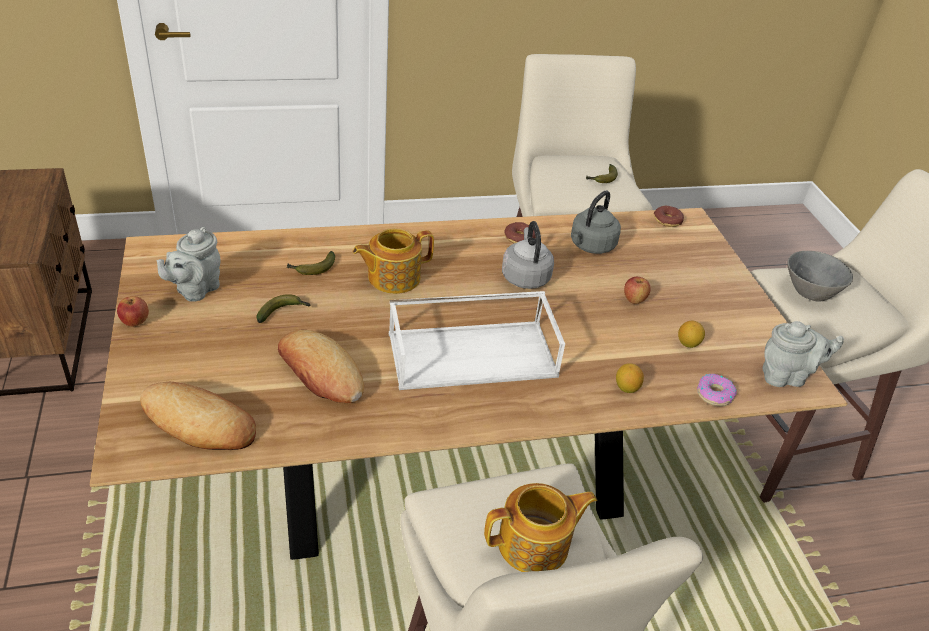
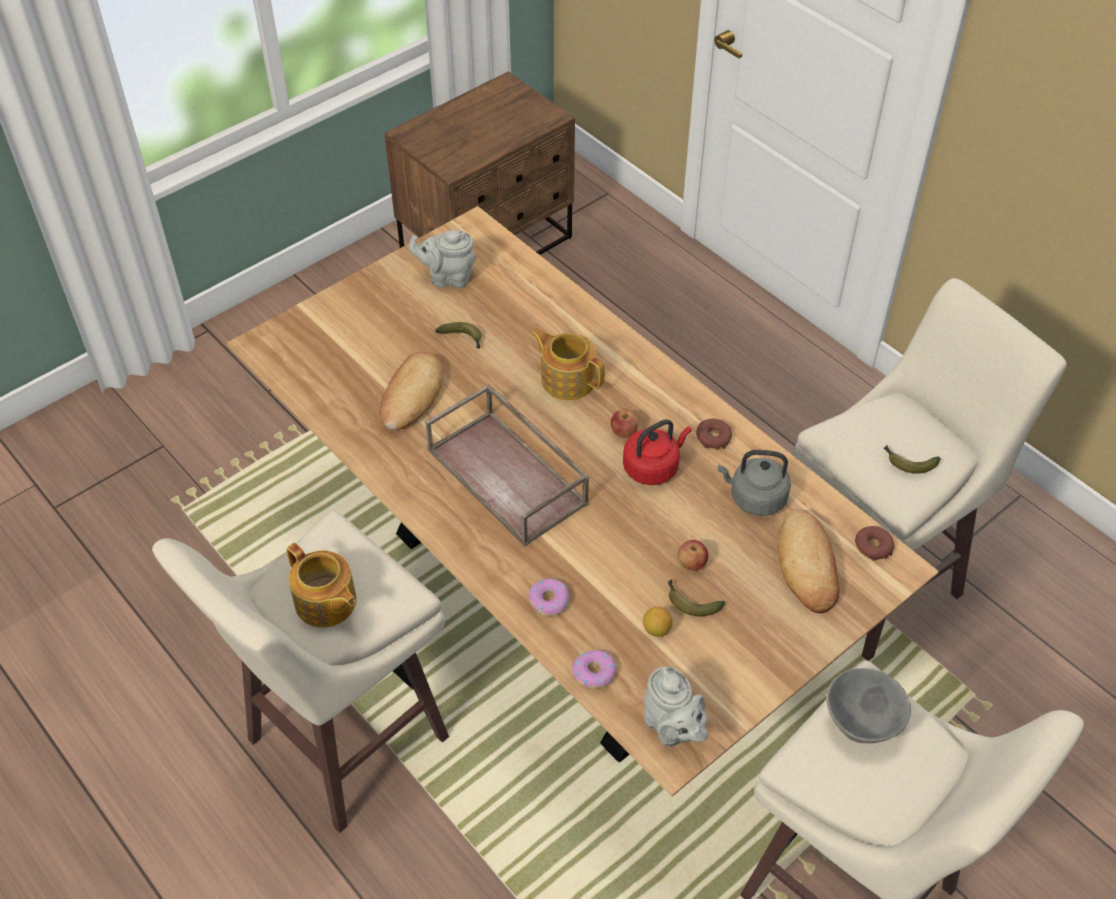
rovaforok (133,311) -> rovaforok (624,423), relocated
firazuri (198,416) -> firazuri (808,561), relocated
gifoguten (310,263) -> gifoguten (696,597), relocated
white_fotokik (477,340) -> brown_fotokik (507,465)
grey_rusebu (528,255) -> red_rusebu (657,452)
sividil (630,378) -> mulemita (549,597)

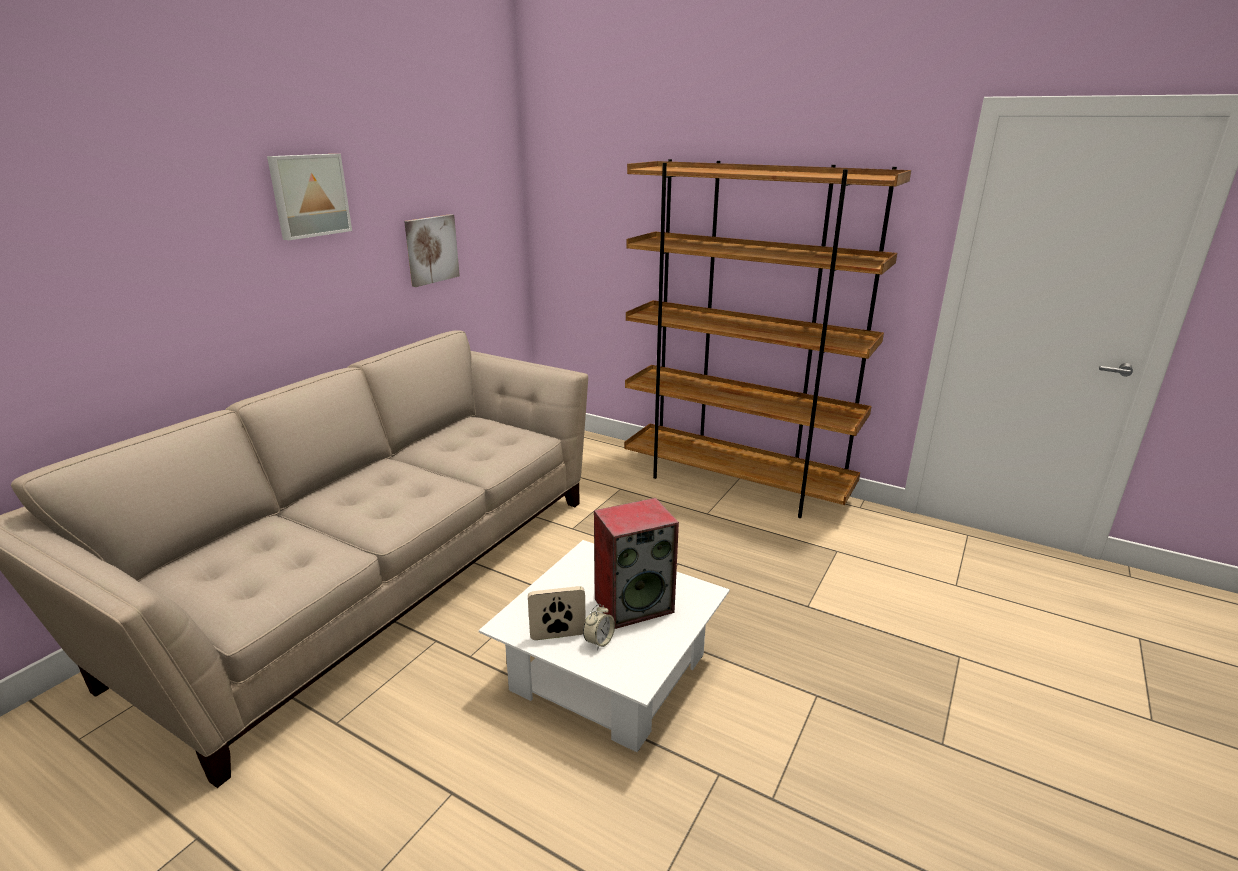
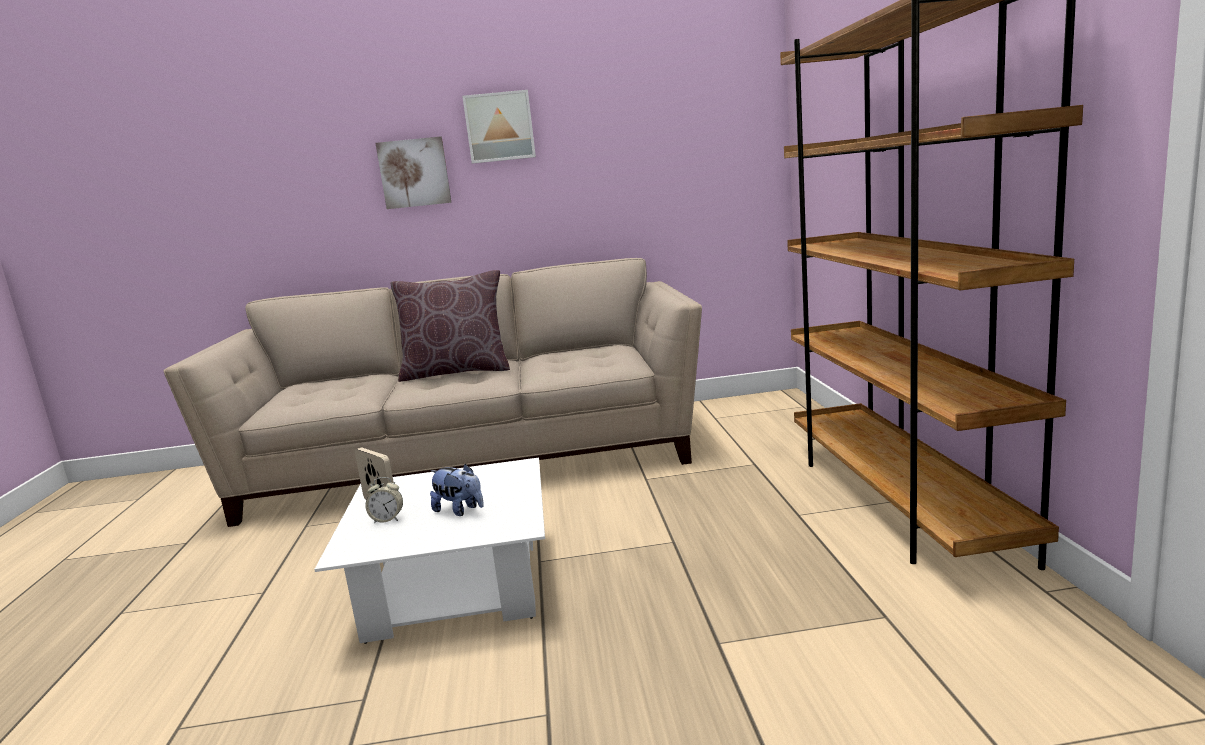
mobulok (432,250) -> mobulok (414,172), relocated
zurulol (636,563) -> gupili (457,490)
none -> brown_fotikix (450,326)

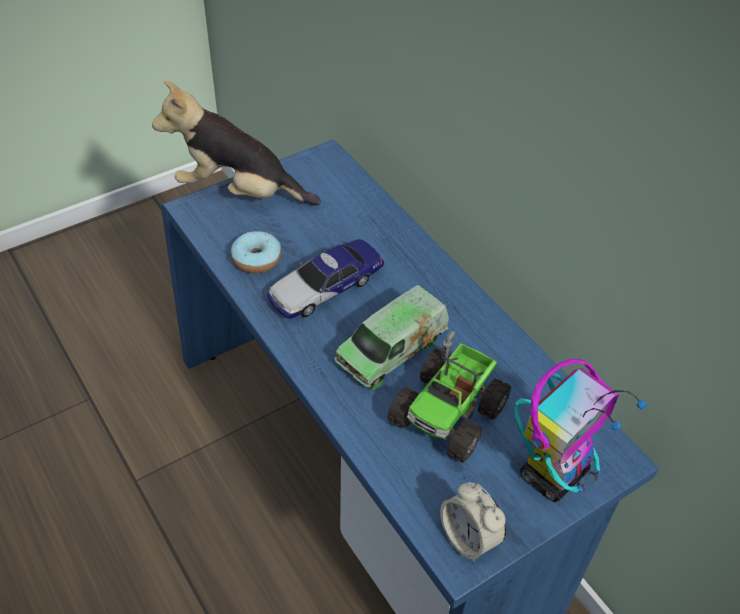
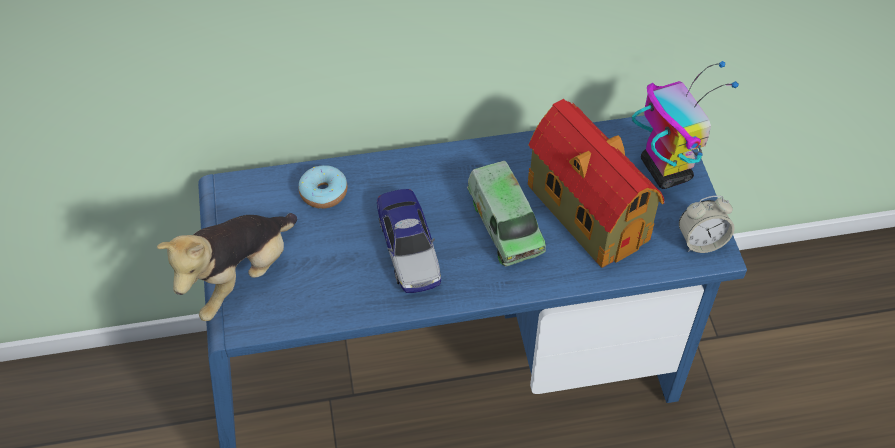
mulemita (256,252) -> mulemita (323,187), relocated
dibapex (449,397) -> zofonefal (596,183)

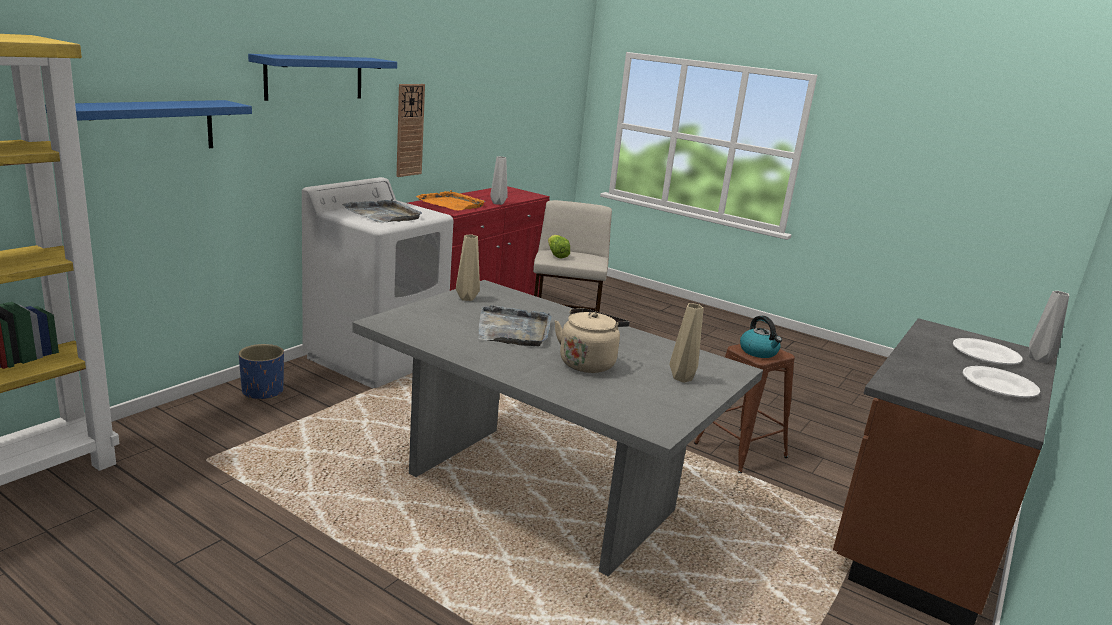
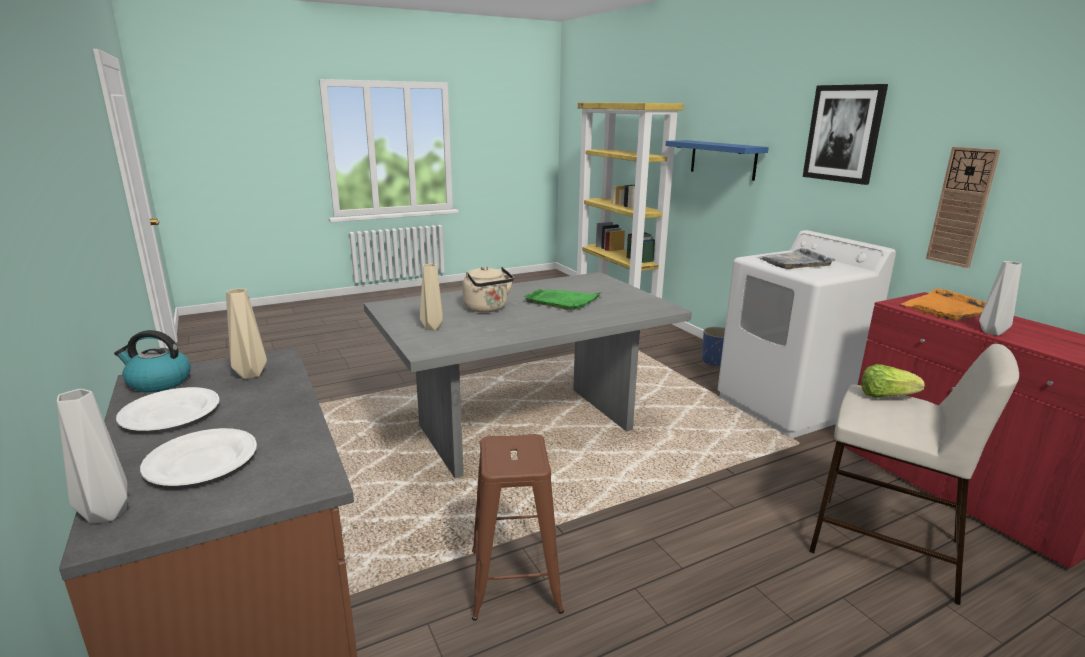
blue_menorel (322,77) -> mobulok (845,134)
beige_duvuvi (468,267) -> beige_duvuvi (246,333), relocated
grey_fotokik (515,325) -> green_fotokik (563,300)
rusebu (761,337) -> rusebu (152,361), relocated

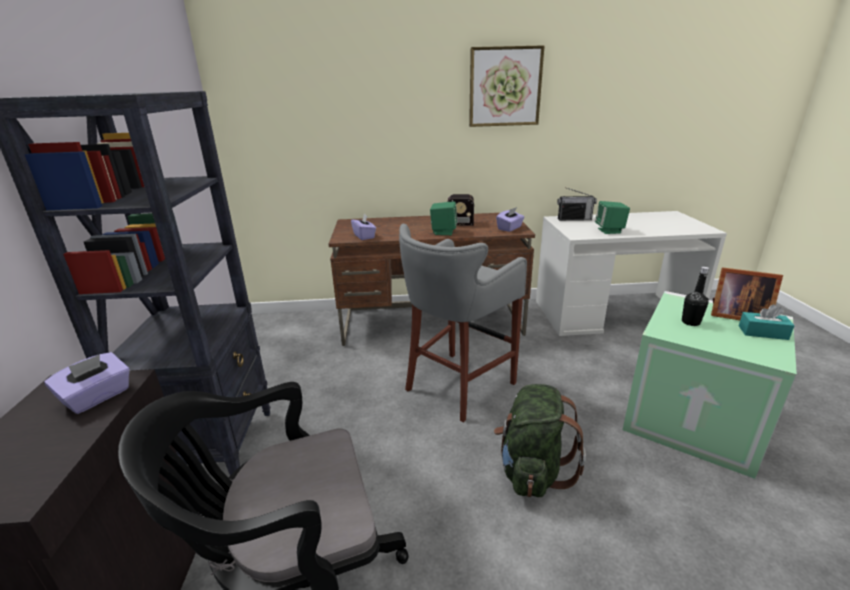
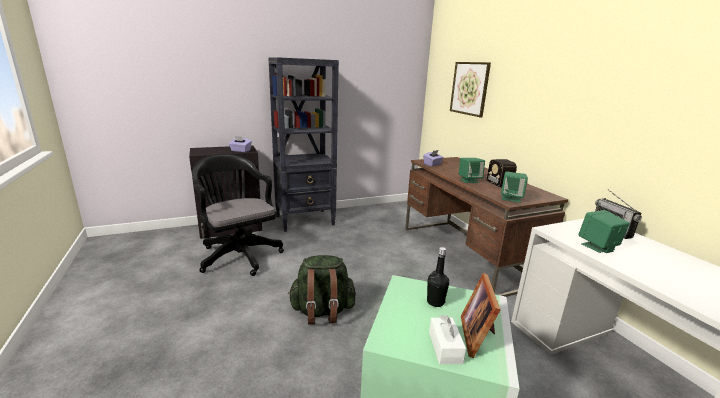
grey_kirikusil (463,323) -> none
mobulok (507,86) -> mobulok (470,89), relocated
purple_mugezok (510,219) -> green_zurulol (514,187)
turquoise_mugezok (767,322) -> white_mugezok (447,339)

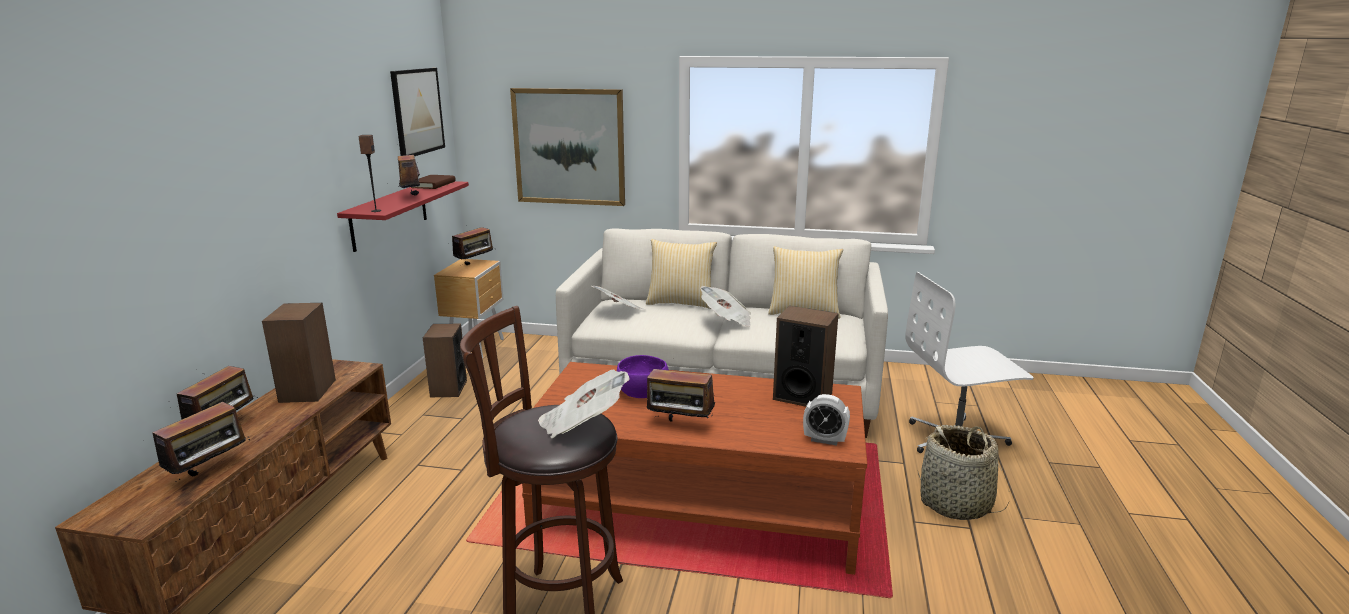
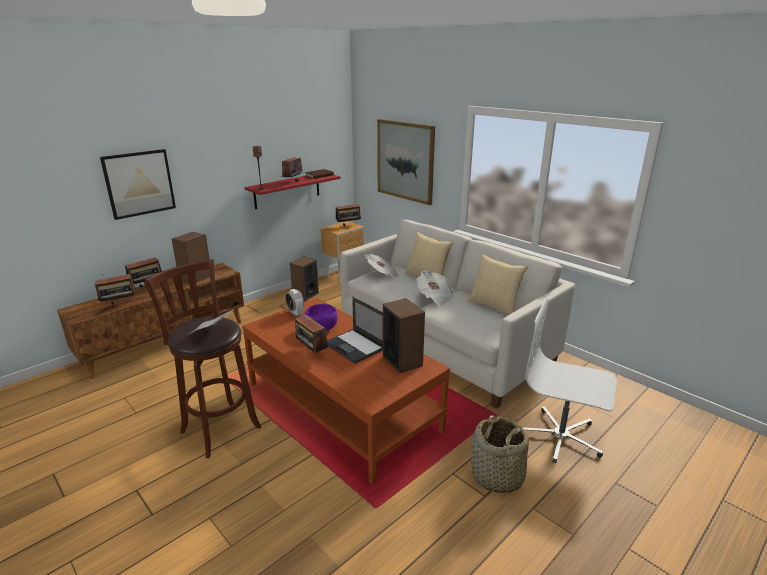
mobulok (417,112) -> mobulok (138,184), relocated
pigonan (826,420) -> pigonan (294,303), relocated
none -> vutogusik (355,330)

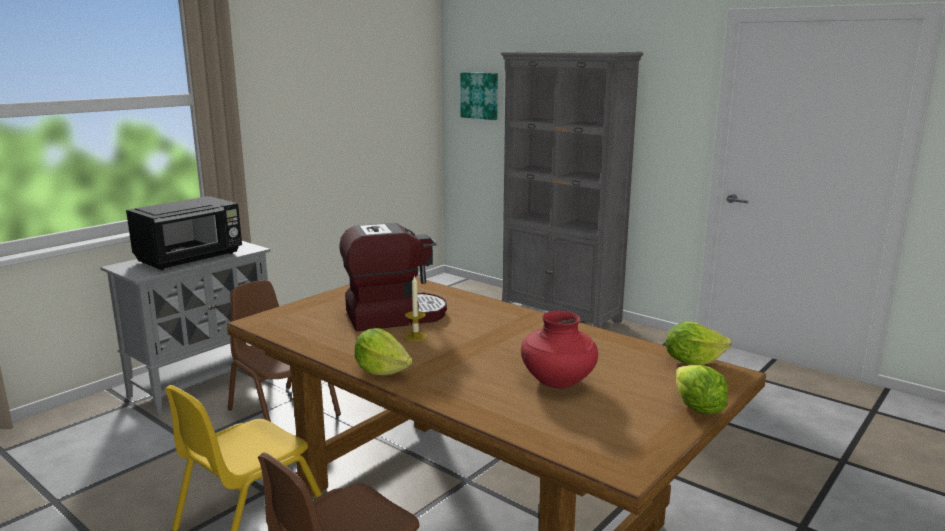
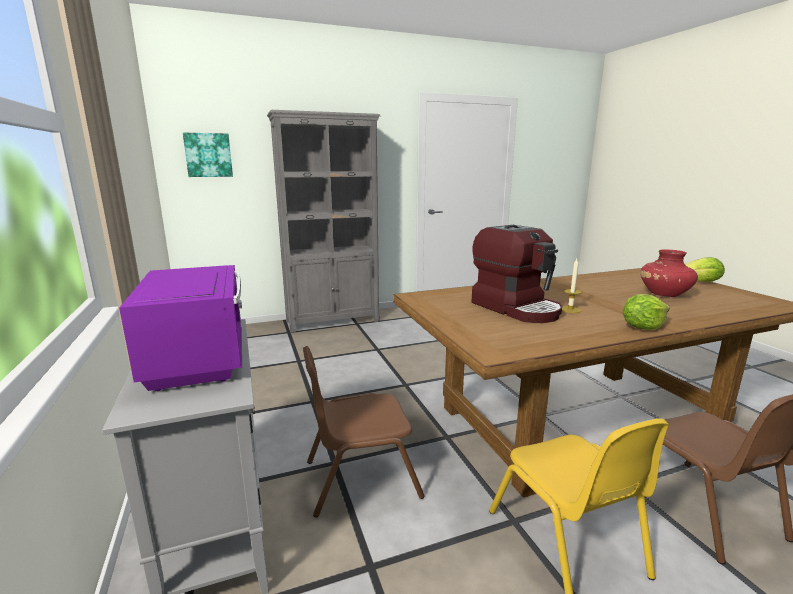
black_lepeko (184,233) -> purple_lepeko (180,328)
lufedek (393,277) -> lufedek (516,274), 135 degrees clockwise
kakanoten (698,343) -> none

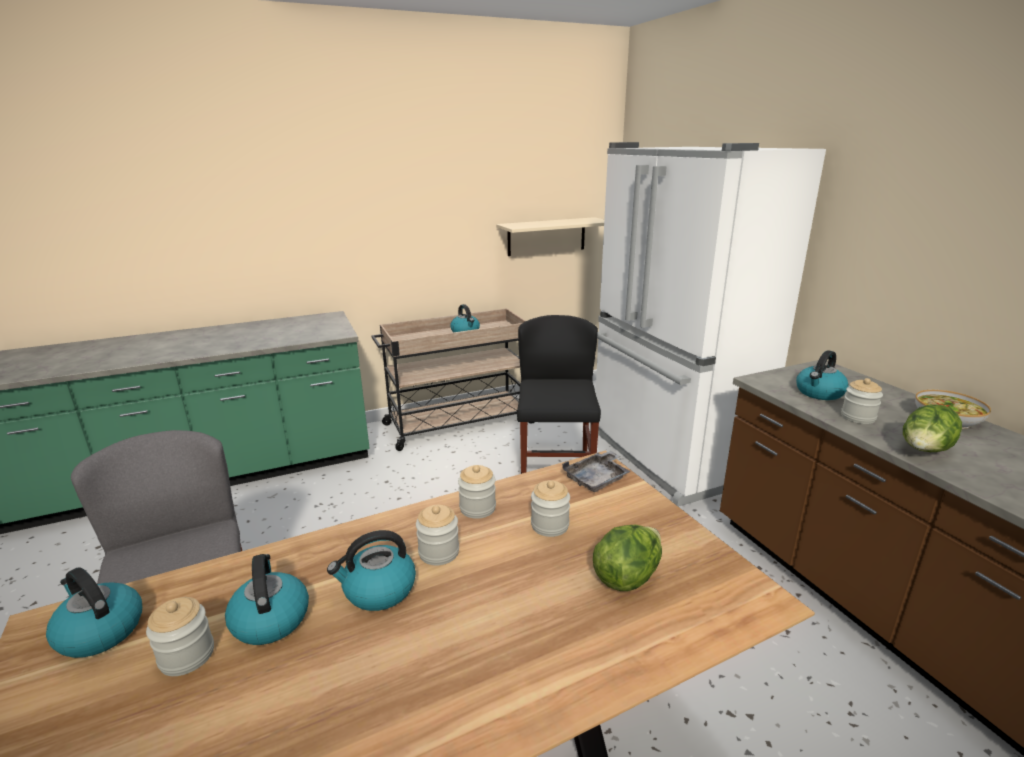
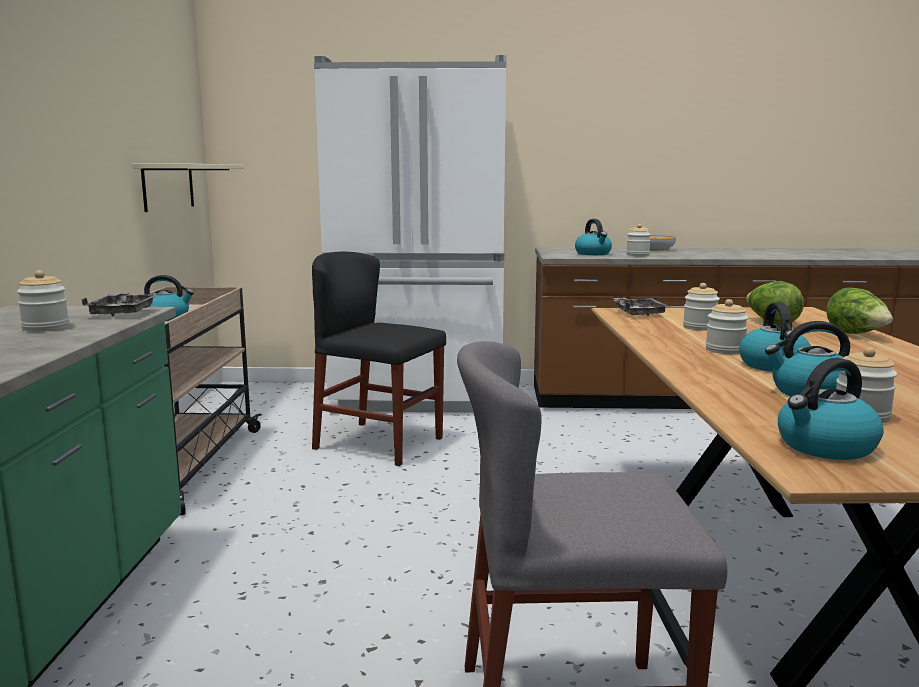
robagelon (477,492) -> robagelon (43,301), relocated
kakanoten (932,428) -> kakanoten (859,311), relocated
none -> grey_fotokik (120,304)

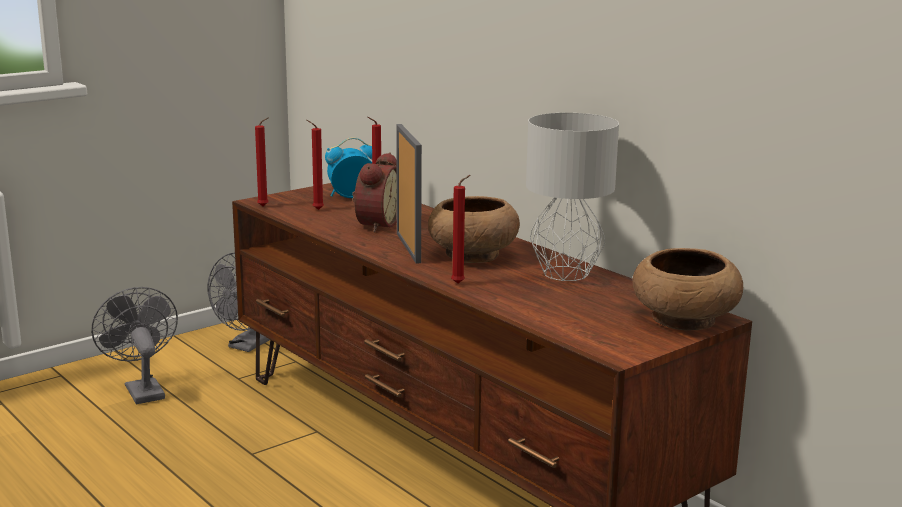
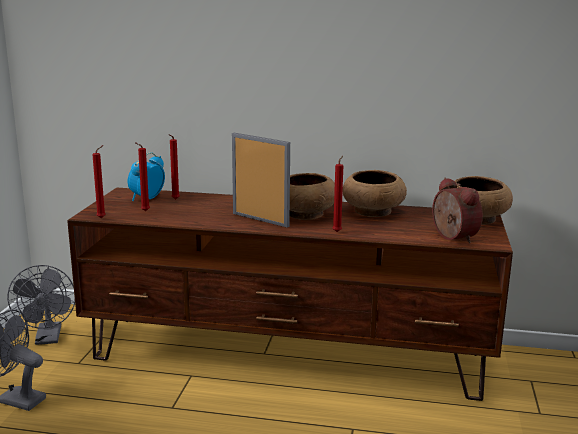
pigonan (374,192) -> pigonan (457,210), relocated
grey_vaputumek (572,197) -> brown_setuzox (375,193)

